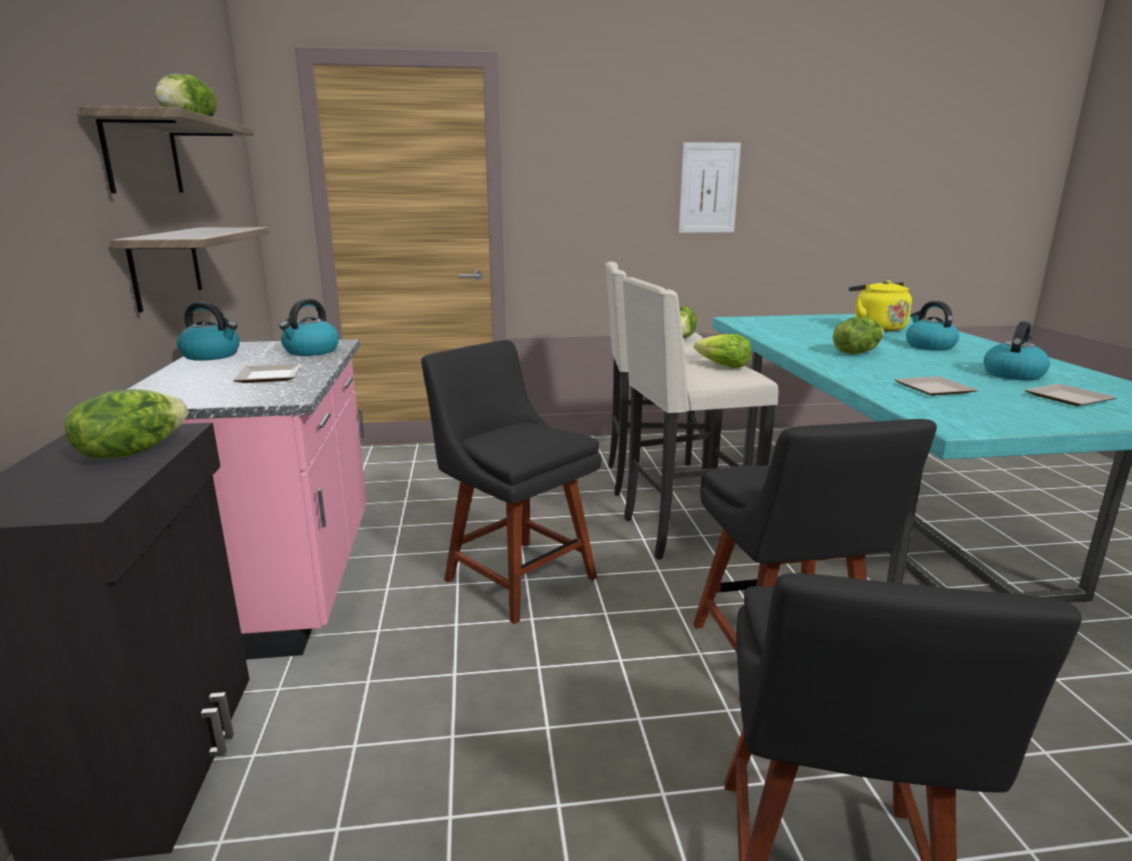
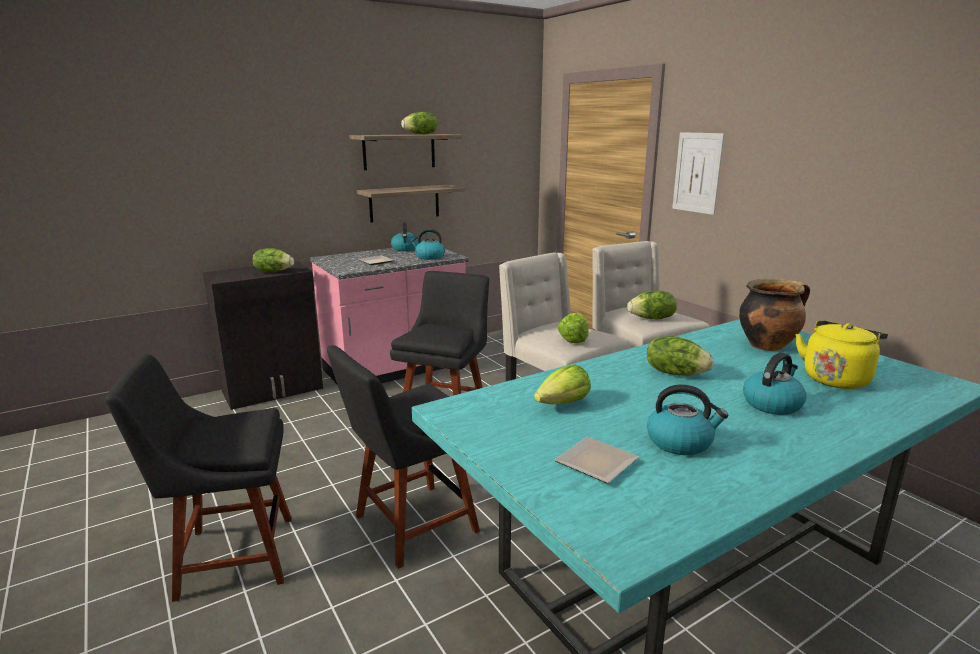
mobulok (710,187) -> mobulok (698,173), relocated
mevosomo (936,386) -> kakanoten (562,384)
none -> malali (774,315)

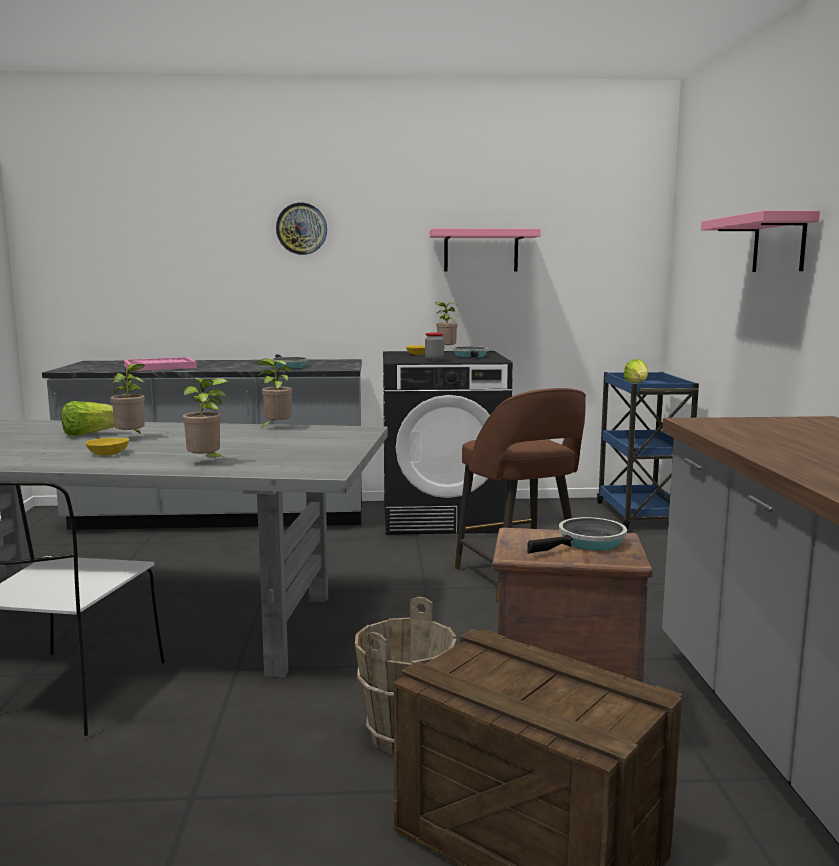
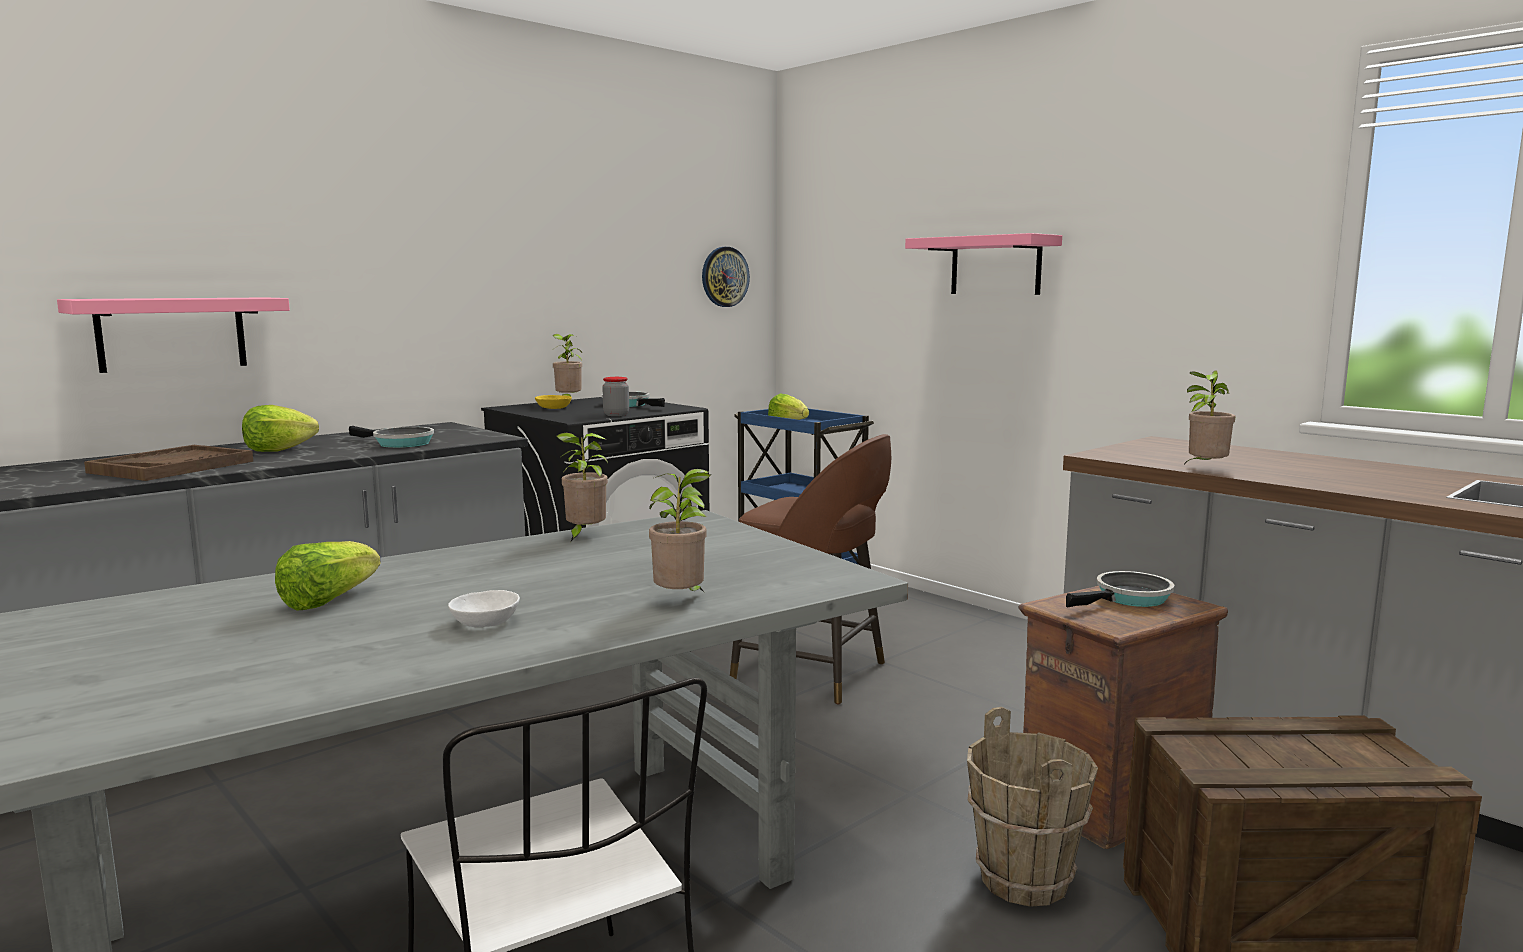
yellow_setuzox (107,447) -> white_setuzox (484,608)
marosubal (128,399) -> marosubal (1209,417), relocated
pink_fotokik (160,364) -> brown_fotokik (168,463)
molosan (301,229) -> molosan (726,277), relocated
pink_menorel (485,249) -> pink_menorel (173,335), relocated
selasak (577,535) -> selasak (1120,589), 45 degrees clockwise
none -> kakanoten (280,428)

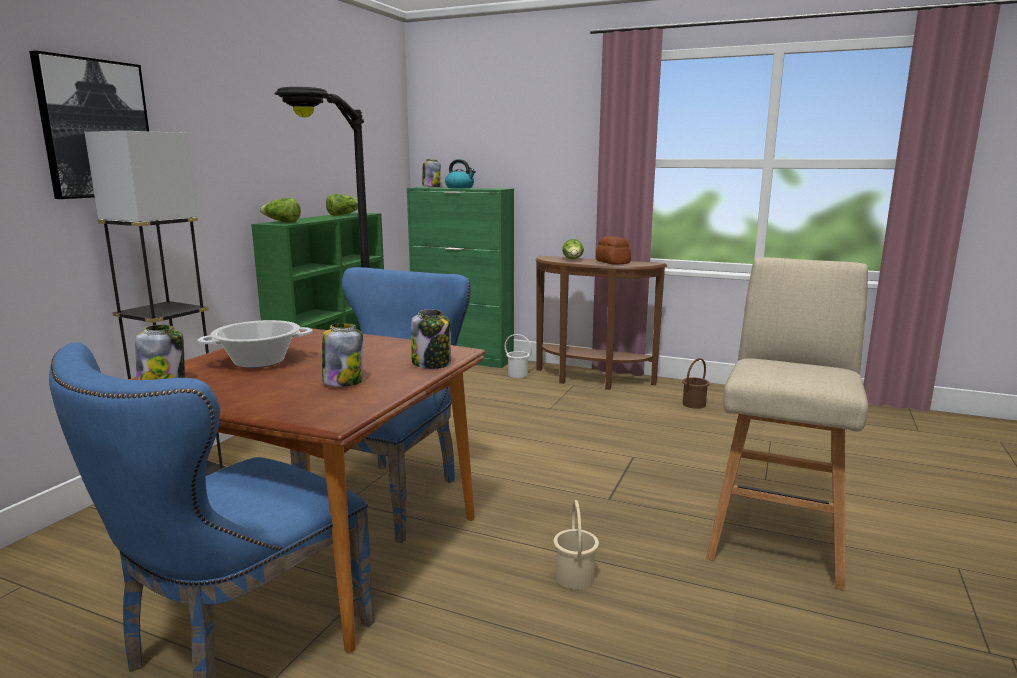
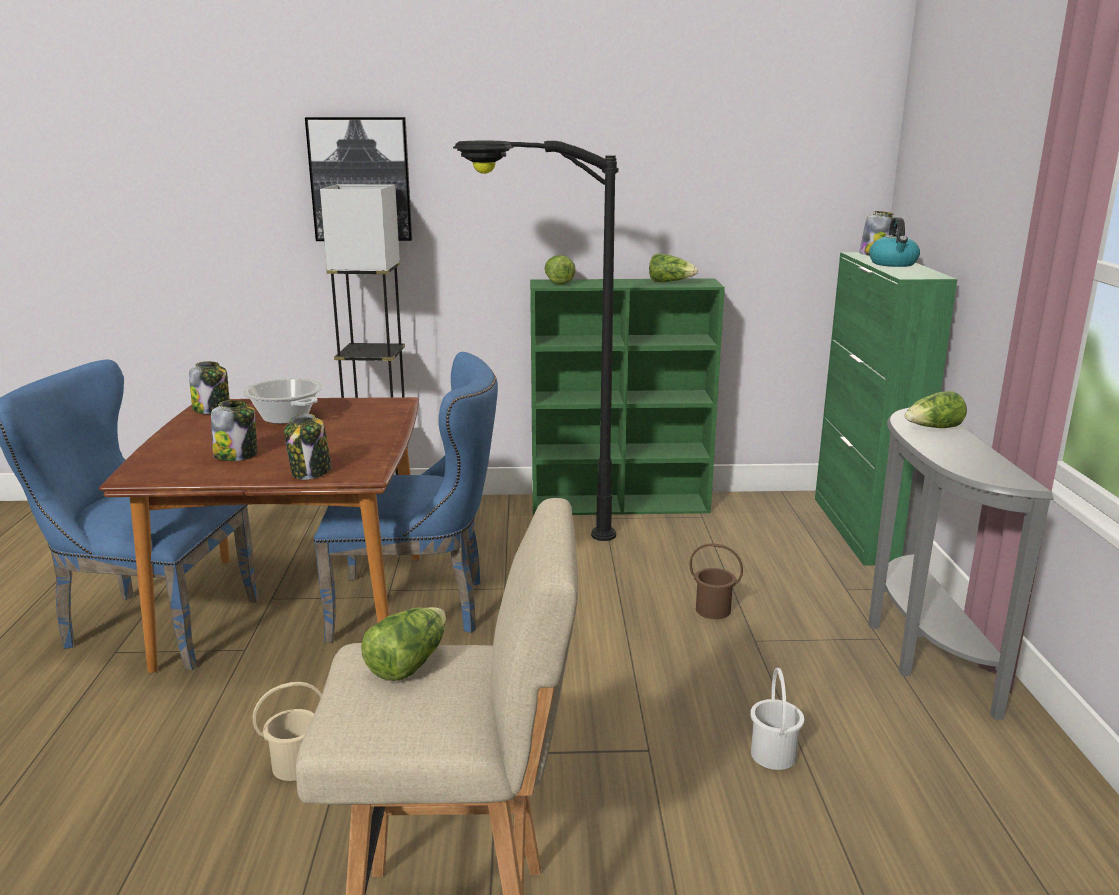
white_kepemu (518,356) -> white_kepemu (777,719), relocated
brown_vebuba (601,323) -> grey_vebuba (961,564)
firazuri (613,250) -> none
brown_kepemu (696,383) -> brown_kepemu (716,581), relocated
none -> kakanoten (403,644)

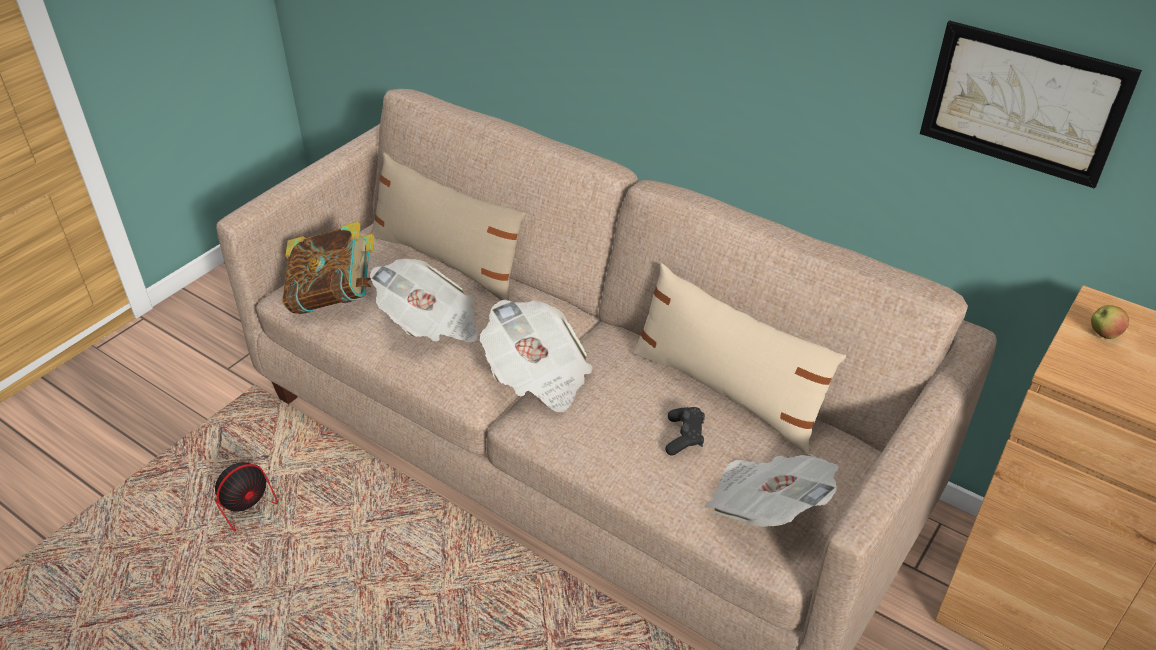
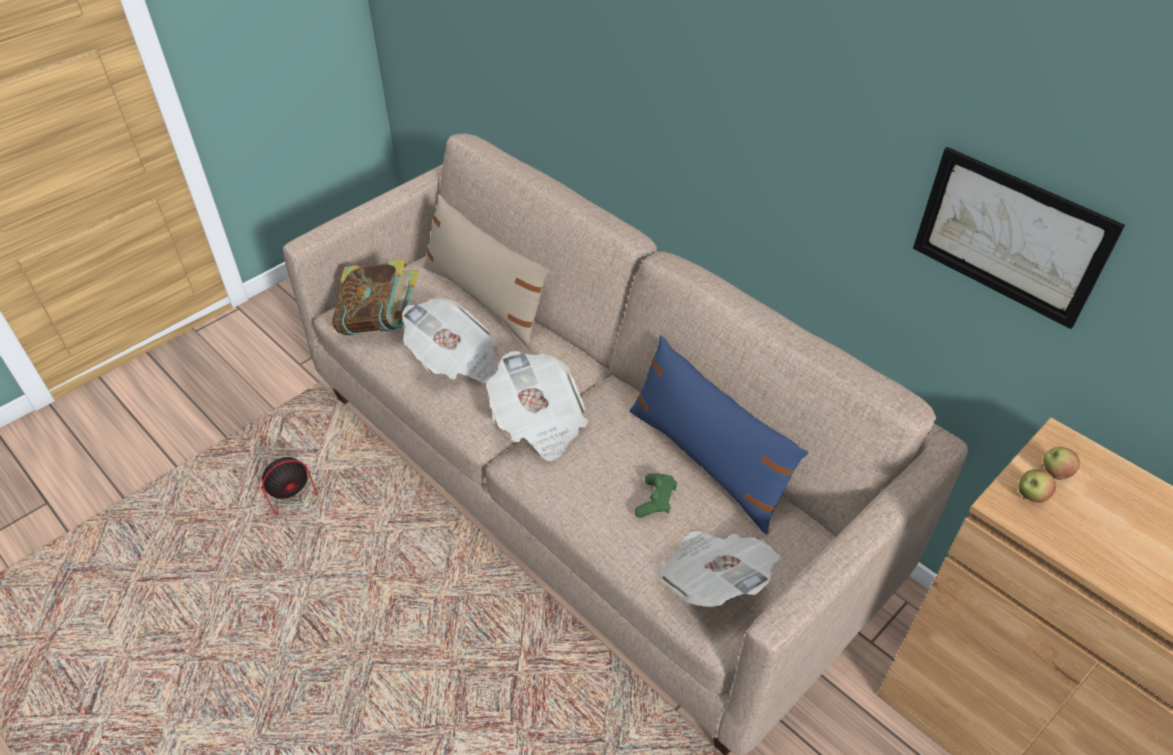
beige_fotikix (739,359) -> blue_fotikix (718,435)
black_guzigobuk (685,431) -> green_guzigobuk (656,496)
none -> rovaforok (1037,486)

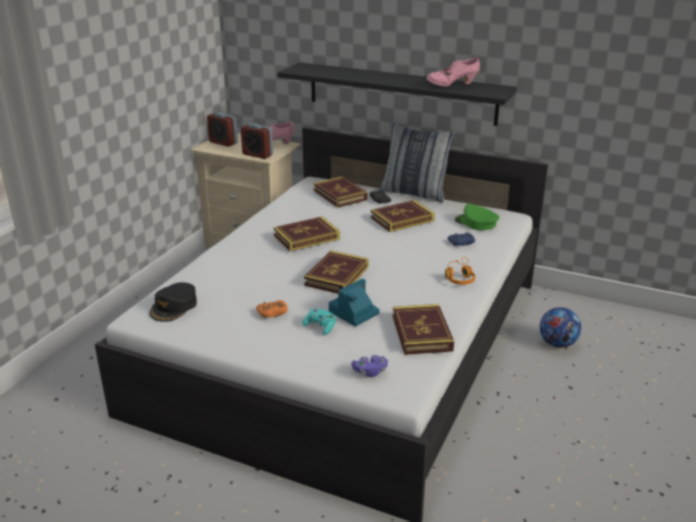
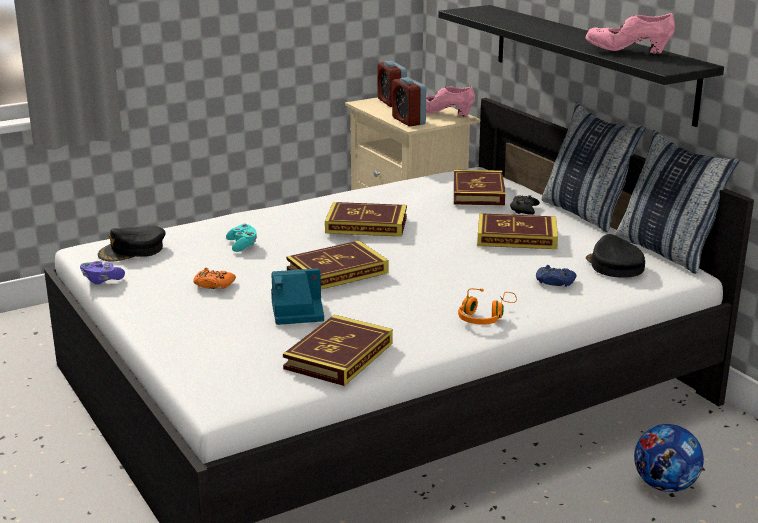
turquoise_guzigobuk (319,321) -> turquoise_guzigobuk (241,237), relocated
purple_guzigobuk (370,366) -> purple_guzigobuk (102,272), relocated
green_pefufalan (476,217) -> black_pefufalan (615,256)
none -> fotikix (677,202)

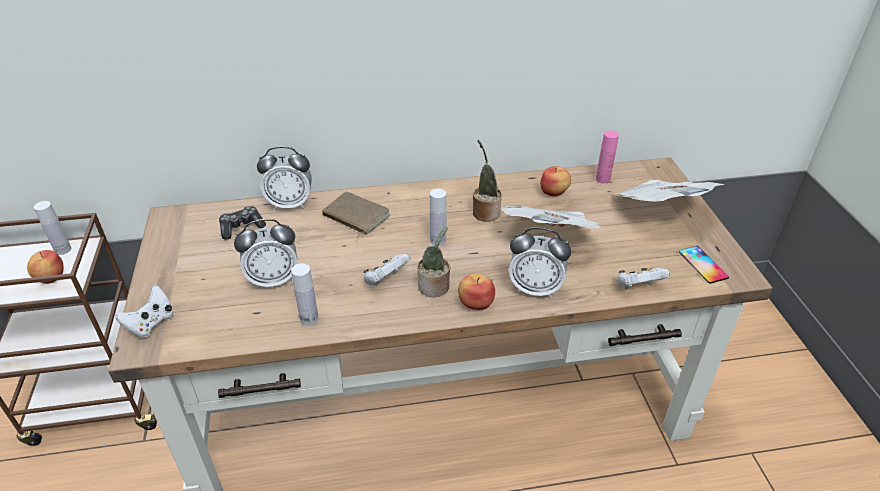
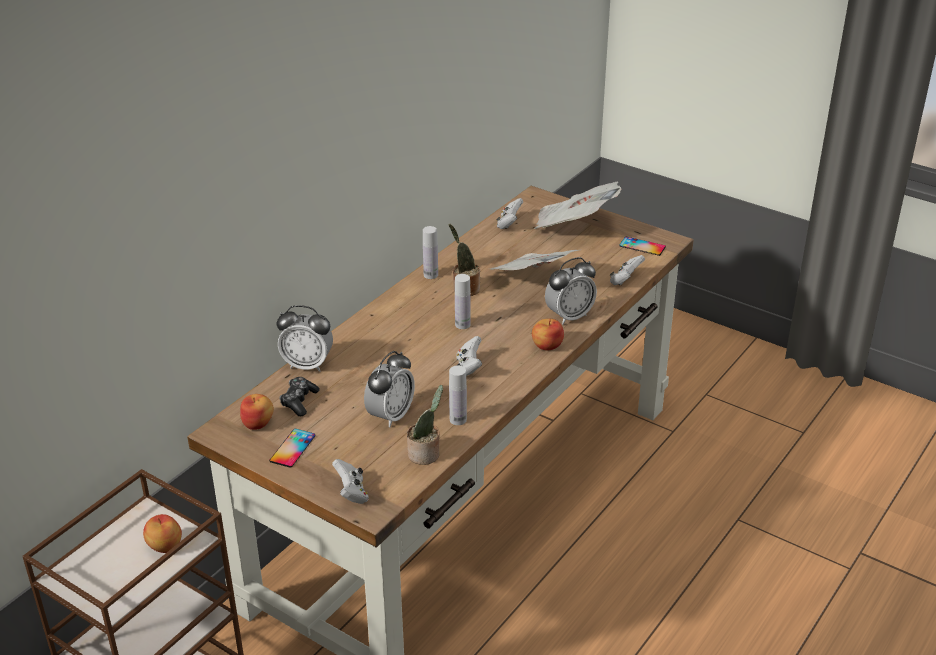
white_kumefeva (52,228) -> white_kumefeva (430,252), relocated
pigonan (284,178) -> pigonan (305,338), 60 degrees clockwise
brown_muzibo (356,214) -> none
marosubal (433,262) -> marosubal (425,425), relocated
rovaforok (555,181) -> rovaforok (257,412), relocated
pink_kumefeva (607,157) -> white_guzigobuk (509,213)
none -> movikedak (292,448)

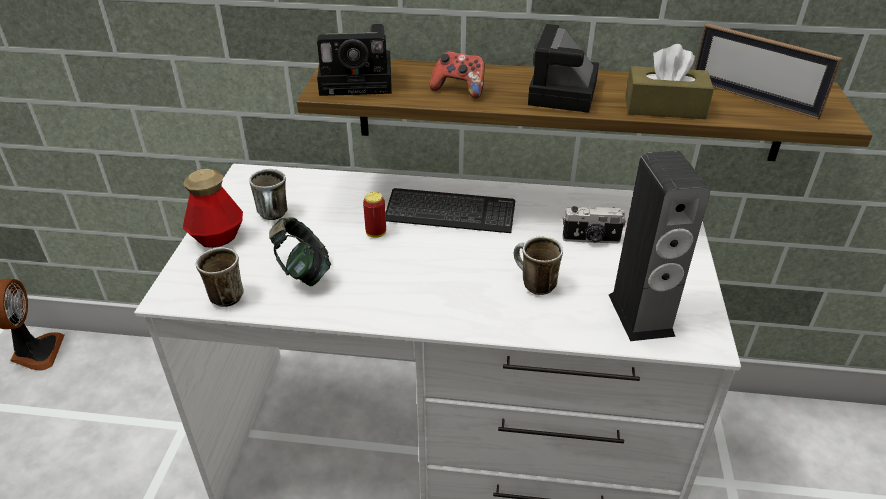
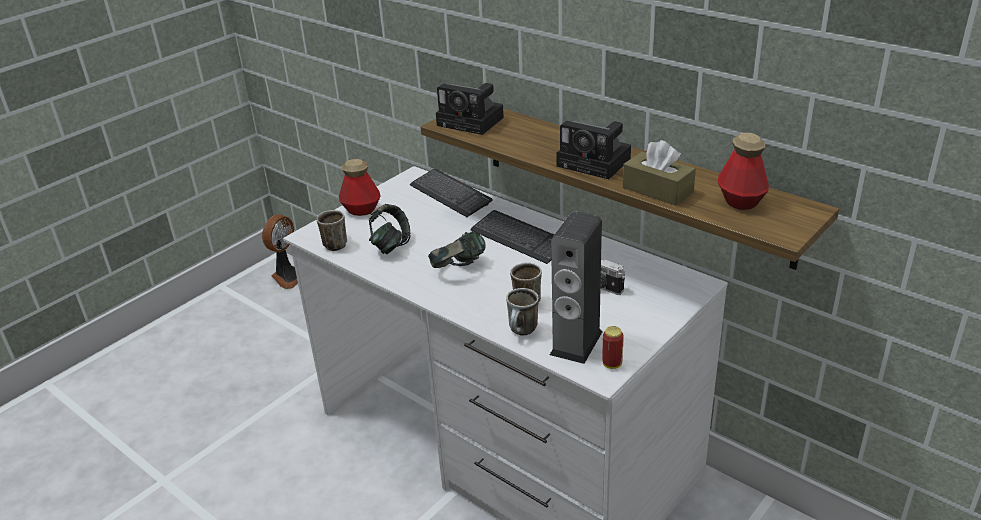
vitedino (268,194) -> vitedino (522,311), relocated
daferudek (374,215) -> daferudek (613,347), relocated
guzigobuk (457,75) -> none
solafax (563,68) -> solafax (593,149), 105 degrees counterclockwise
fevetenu (768,71) -> kumefeva (743,171)
none -> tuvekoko (451,193)
none -> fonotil (457,249)

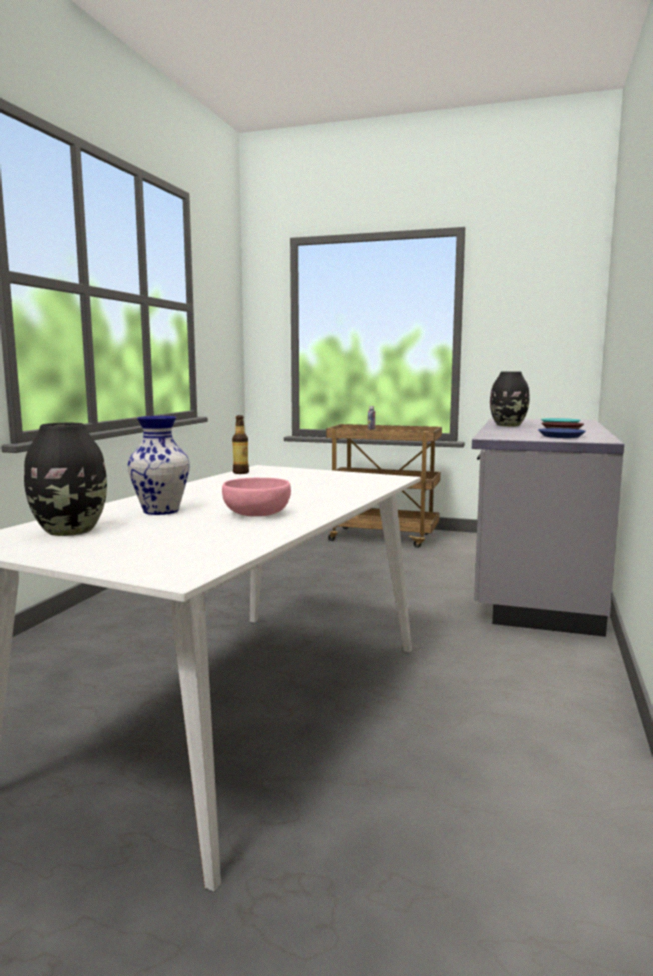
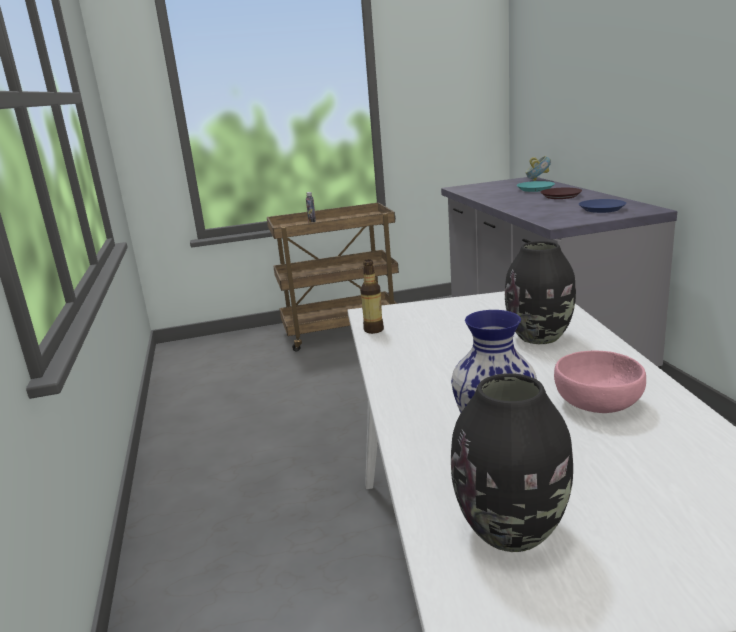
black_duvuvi (510,399) -> black_duvuvi (540,292), relocated
none -> setuzox (538,168)

